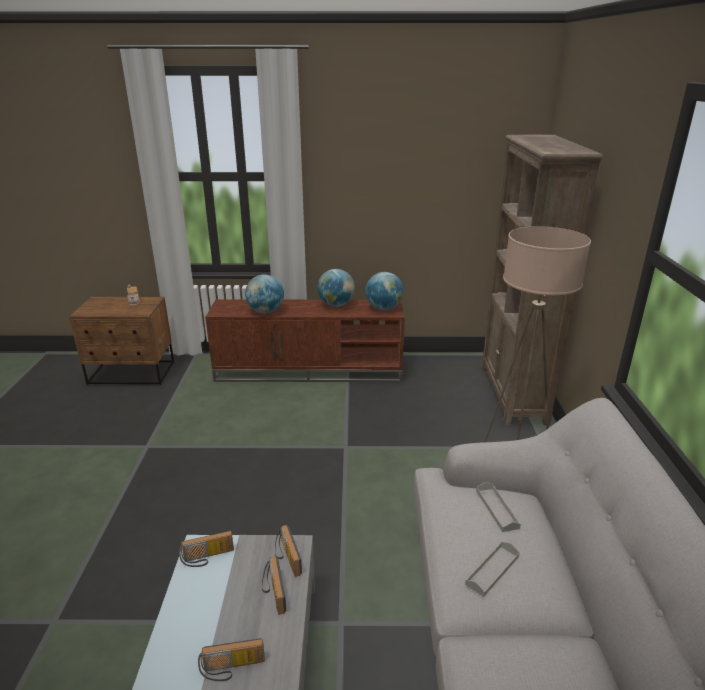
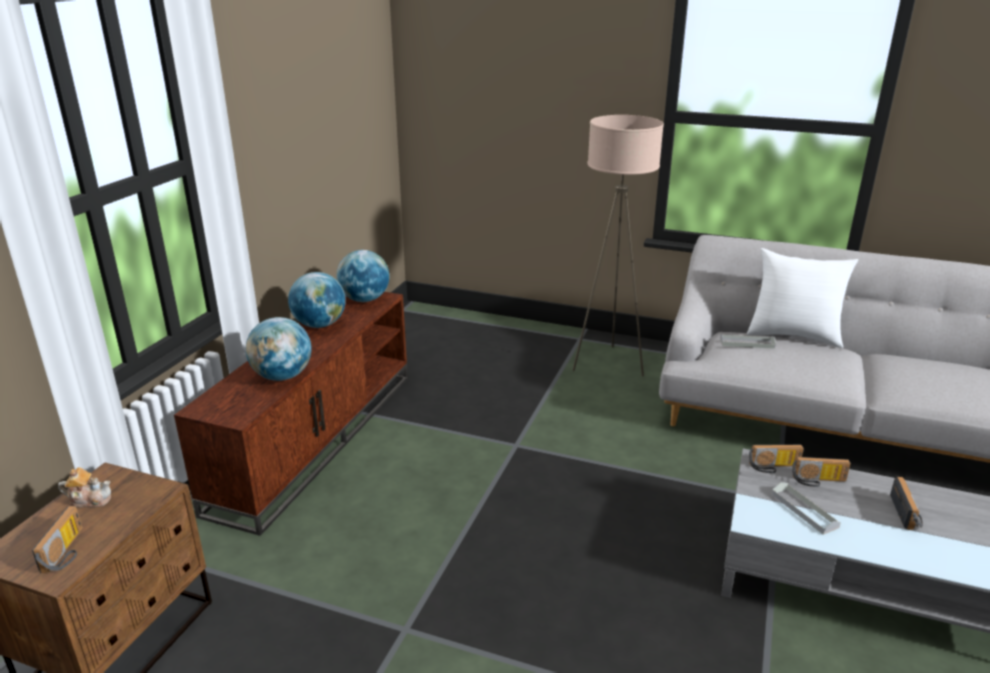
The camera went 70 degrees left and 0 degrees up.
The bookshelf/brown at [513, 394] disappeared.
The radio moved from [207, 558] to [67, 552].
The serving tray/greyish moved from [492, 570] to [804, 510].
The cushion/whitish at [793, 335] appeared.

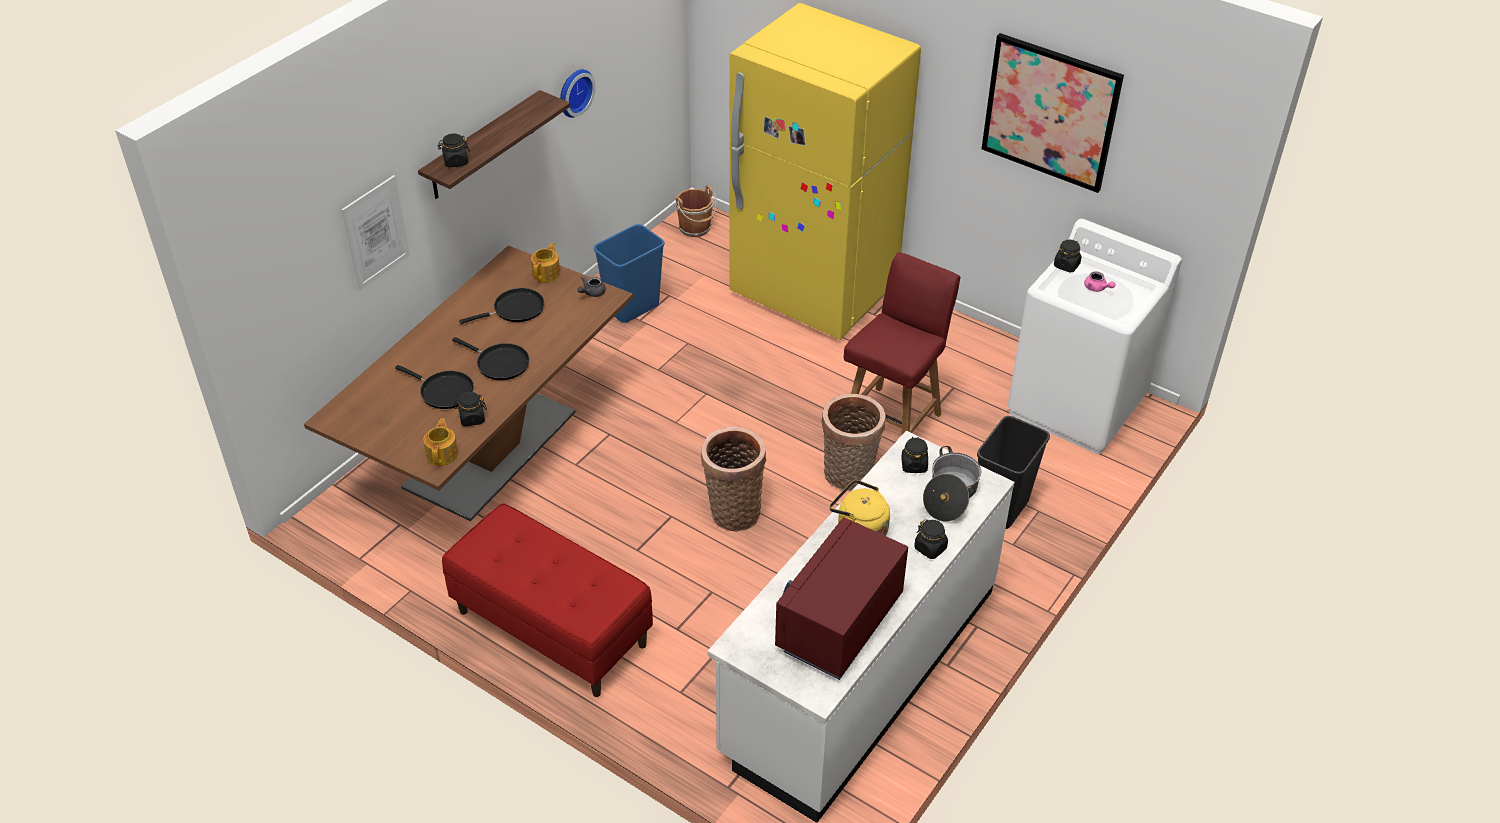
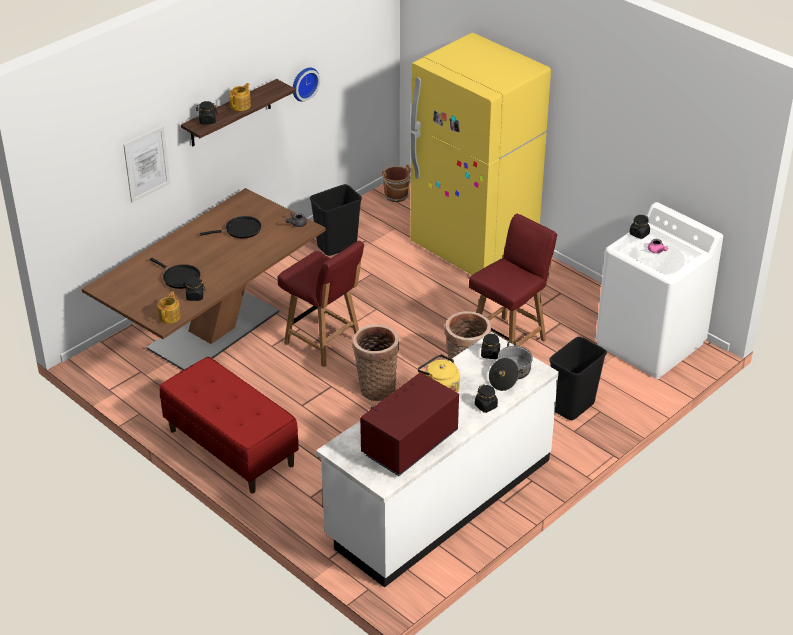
The camera went 10 degrees right and 5 degrees down.
The wall picture at [1050, 112] disappeared.
The rubbish bin/bluish at [632, 307] became the rubbish bin/blackish at [337, 246].
The teapot moved from [547, 273] to [241, 105].
The pan/blackish at [500, 363] disappeared.
The plain chair/reddish at [324, 343] appeared.

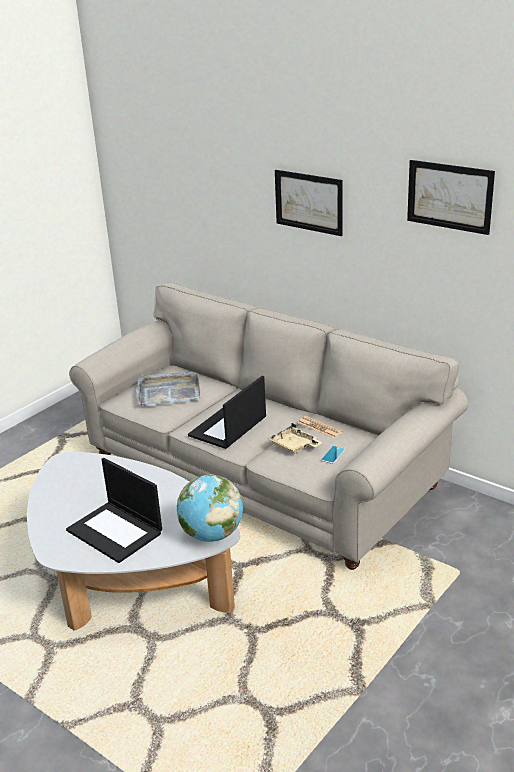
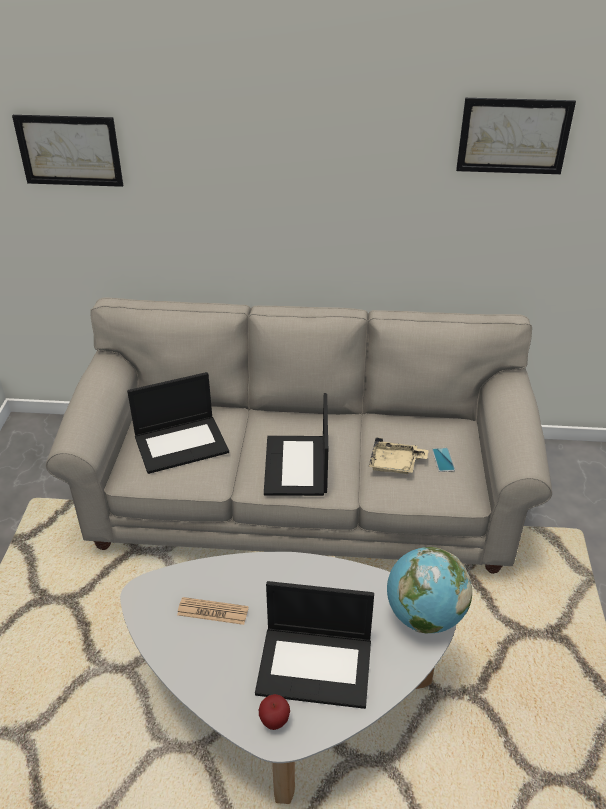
The camera went 35 degrees left and 10 degrees up.
The wall picture moved from [308, 202] to [69, 150].
The serving tray/greyish at [168, 392] was replaced by the notebook computer at [182, 443].
The newspaper moved from [319, 427] to [213, 611].
The whole apple at [274, 722] appeared.

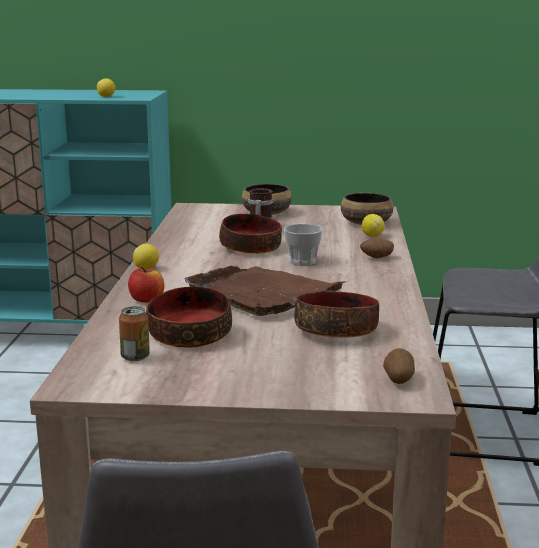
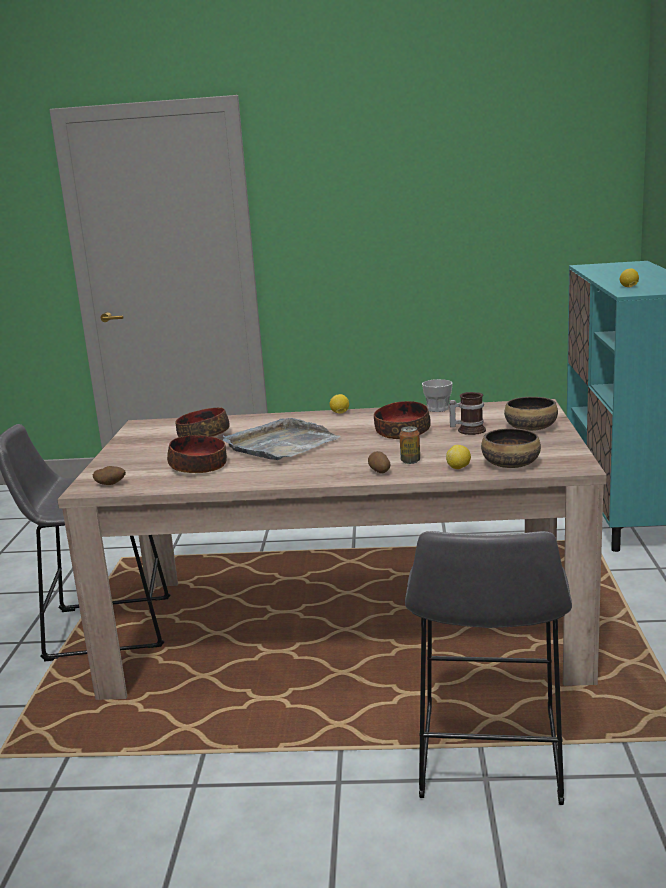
The camera went 90 degrees right and 0 degrees up.
The cup moved from [302, 261] to [438, 409].
The serving tray/brown at [262, 293] became the serving tray/greyish at [281, 445].
The whole apple at [147, 300] disappeared.
The sealed can moved from [135, 357] to [410, 461].

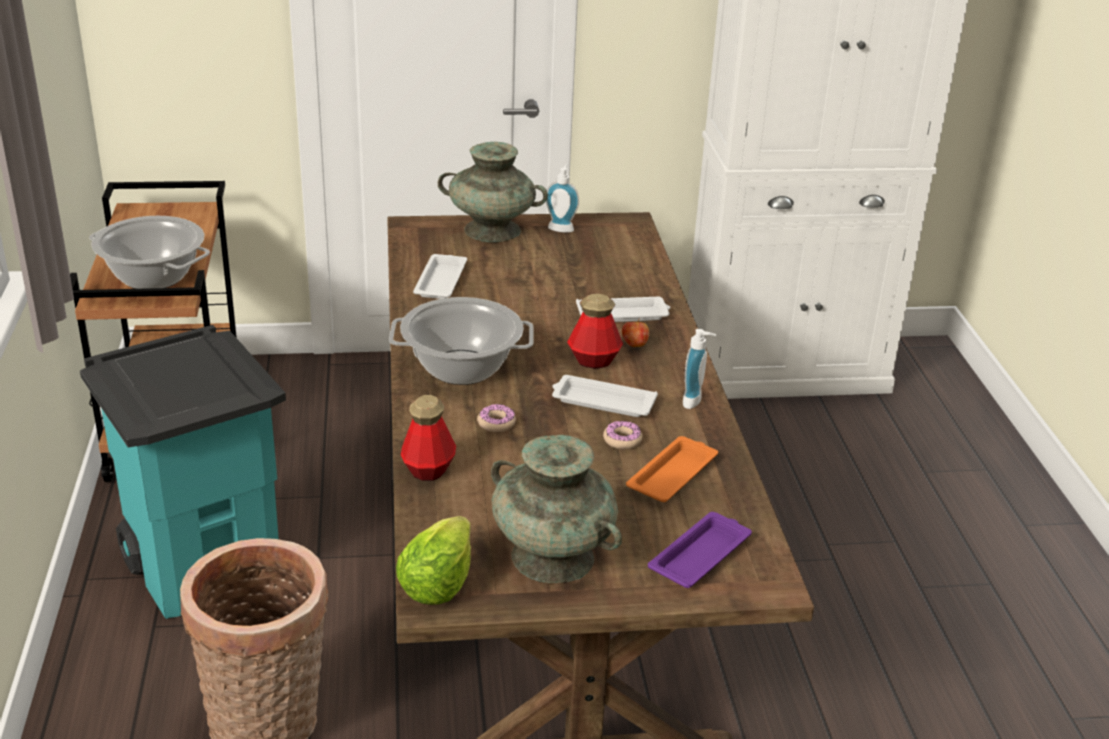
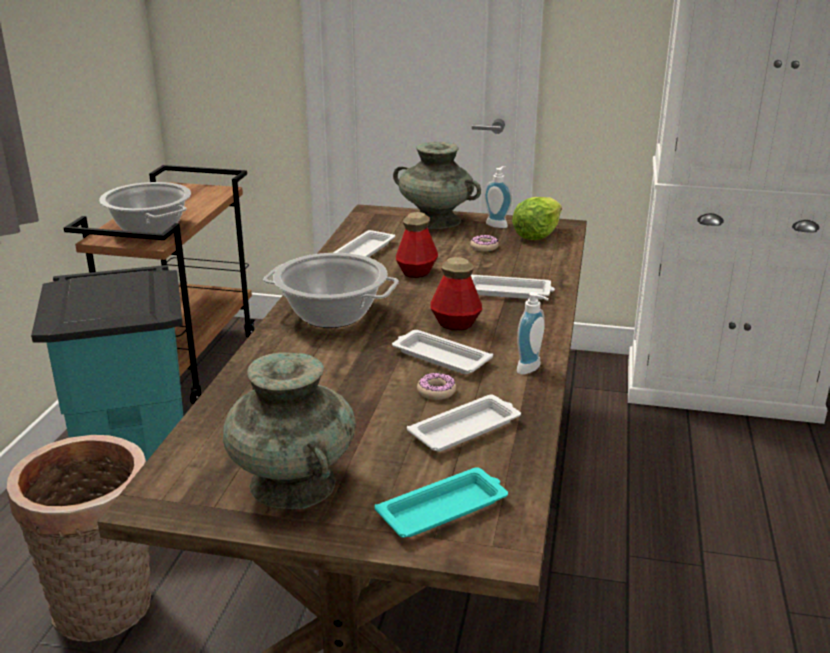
The camera went 20 degrees right and 5 degrees down.
The whole apple at [634, 345] disappeared.
The drink bottle moved from [428, 469] to [416, 272].
The doughnut moved from [496, 423] to [484, 247].
The serving tray/orange at [673, 474] became the serving tray/whitish at [466, 429].
The serving tray/purple-coloured at [701, 555] became the serving tray/turquoise at [444, 509].
The head of lettuce moved from [437, 584] to [536, 235].

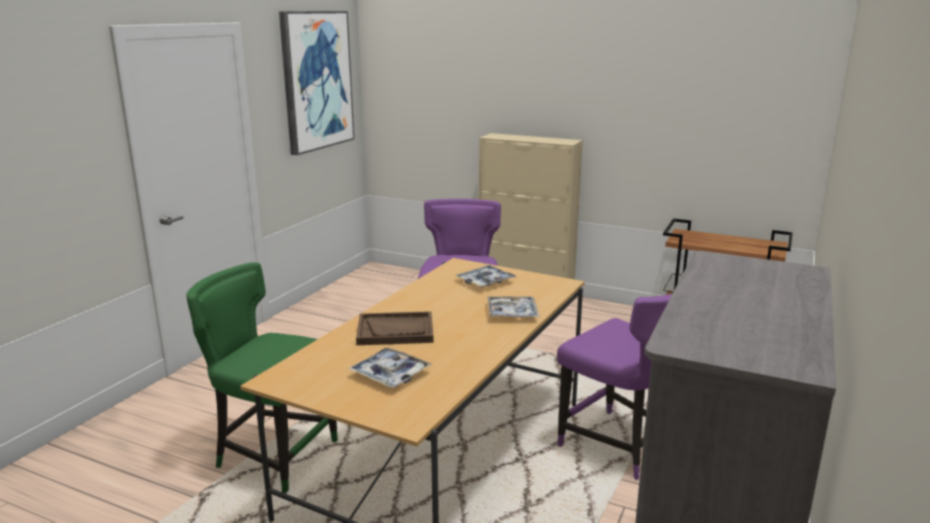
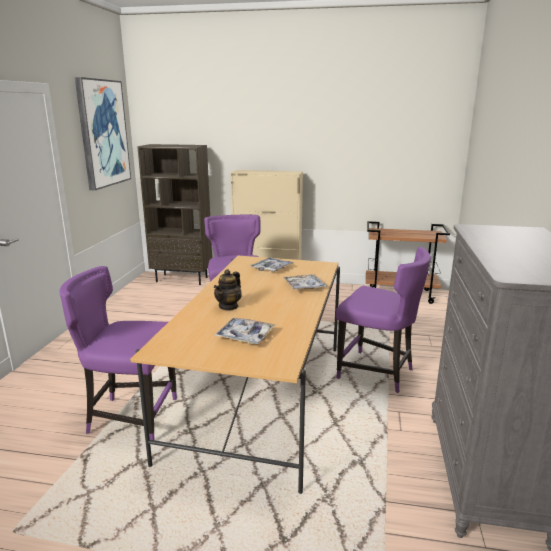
The camera went 15 degrees left and 0 degrees up.
The plain chair/green at [274, 456] became the plain chair/purple-coloured at [131, 417].
The serving tray/brown at [395, 331] was replaced by the teapot at [228, 306].
The bookshelf/brown at [182, 279] appeared.

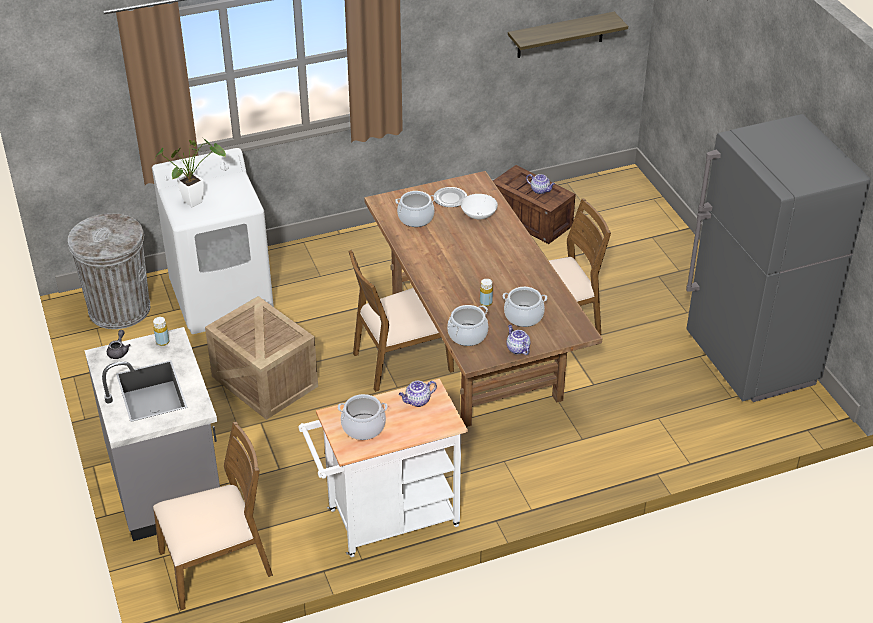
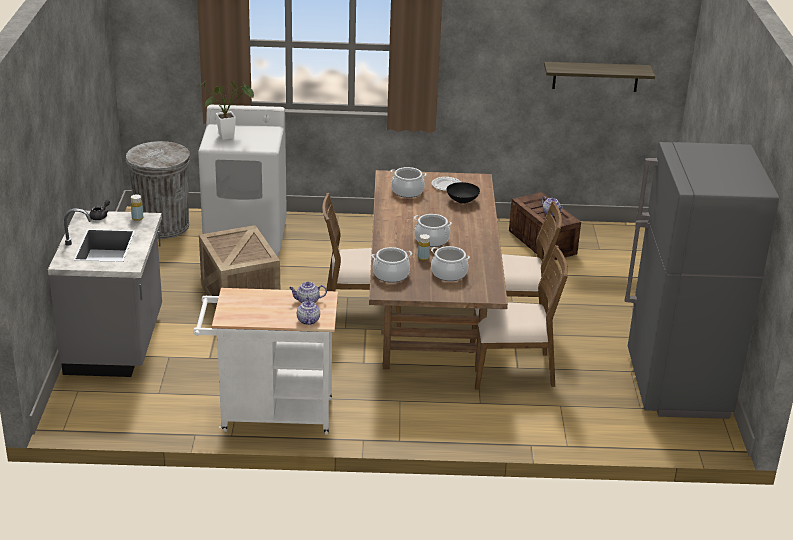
The camera went 20 degrees right and 10 degrees down.
The deep dish/whitish at [479, 216] became the deep dish/blackish at [462, 201].
The teapot moved from [517, 349] to [308, 320].
The saucepot moved from [363, 427] to [431, 240].
The plain chair/brown moved from [217, 564] to [512, 369].

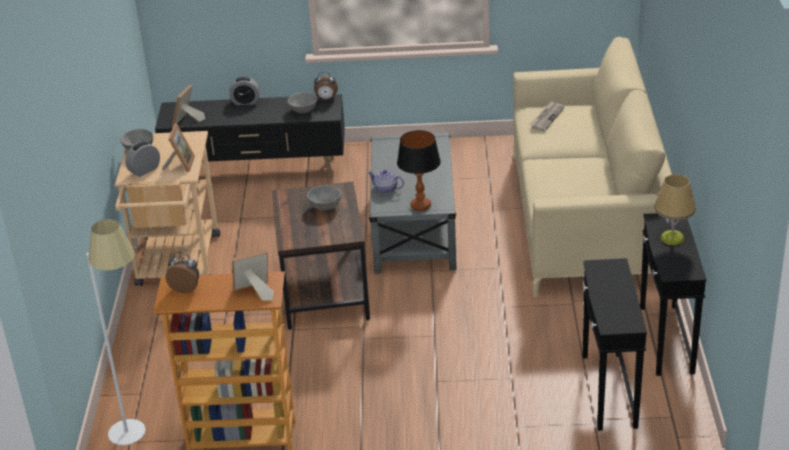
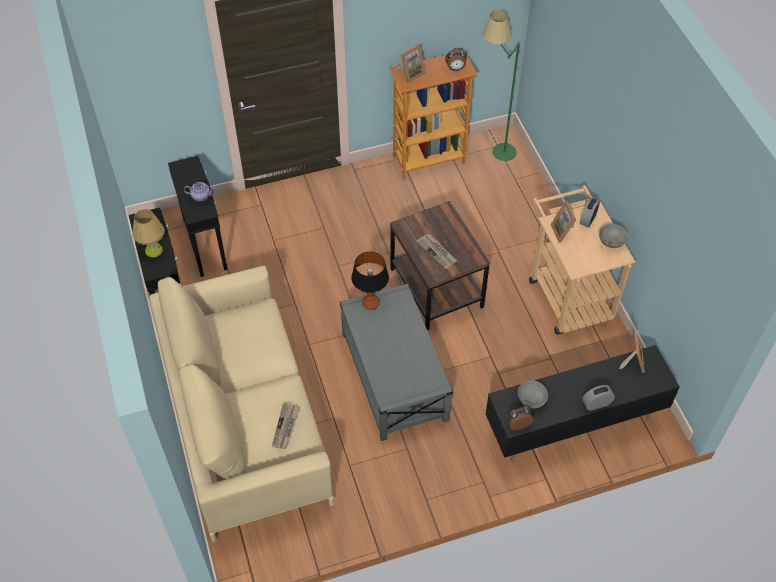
The camera went 160 degrees right and 20 degrees up.
The teapot moved from [386, 189] to [201, 196].
The deep dish/greyish at [325, 206] was replaced by the newspaper at [437, 252].
The standard lamp/whitish at [140, 438] became the standard lamp/green at [493, 150].

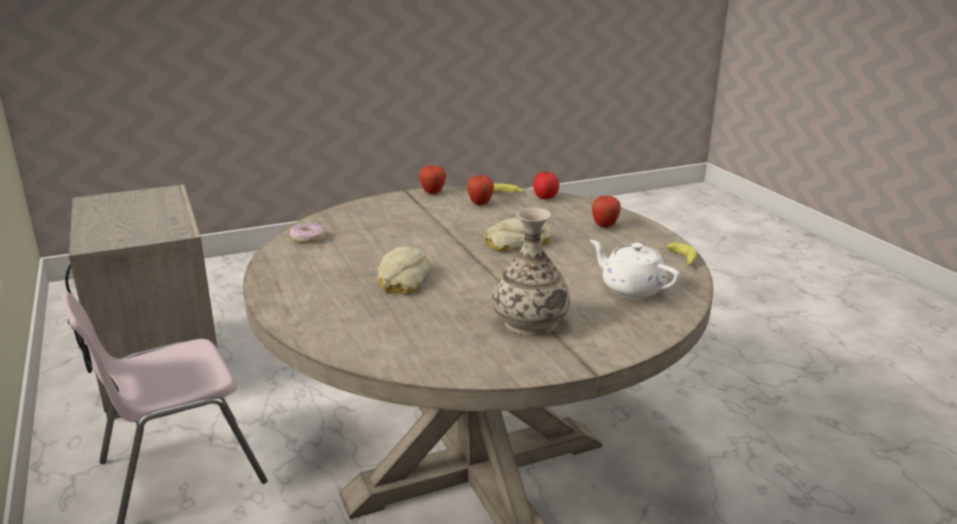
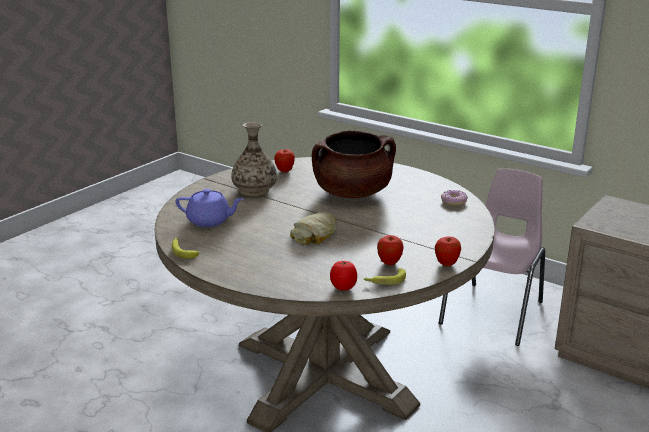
The camera went 150 degrees right and 0 degrees up.
The whole apple moved from [604, 226] to [284, 171].
The teapot/whitish at [631, 288] became the teapot/purple-coloured at [210, 221].
The baked bread at [401, 279] was replaced by the saucepot/brown at [352, 193].

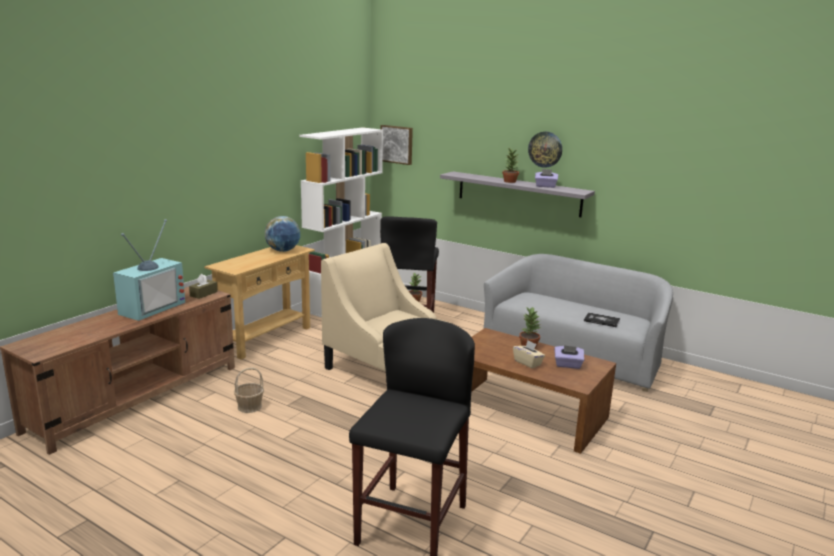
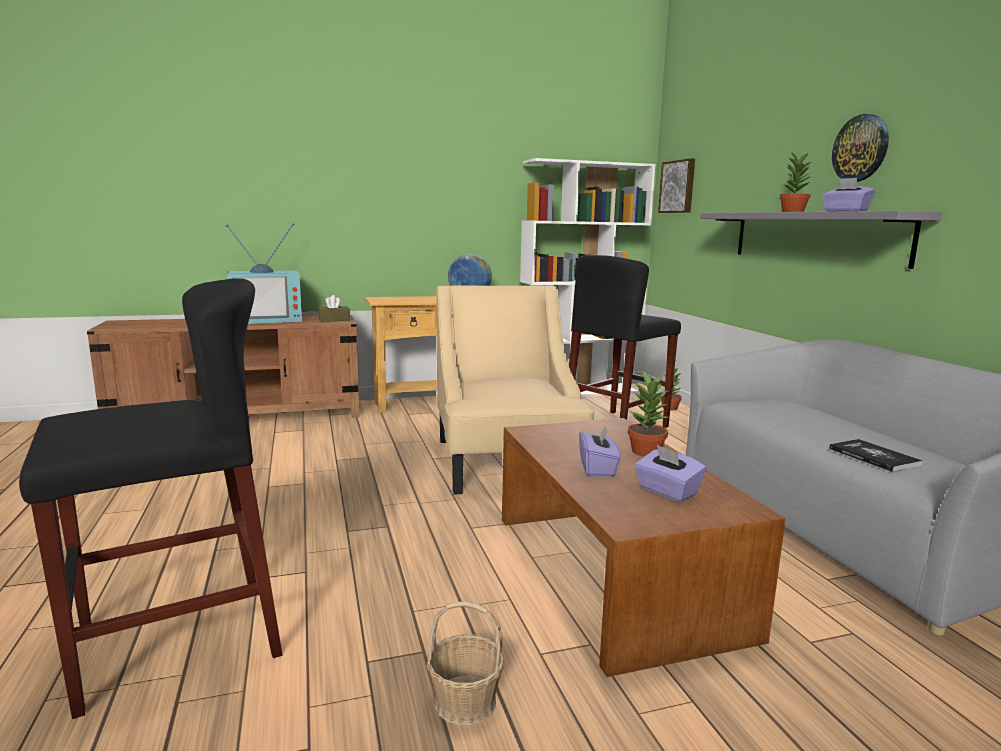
The camera went 40 degrees right and 5 degrees down.
The box of tissues/beige at [528, 363] became the box of tissues/purple-coloured at [598, 468].
The basket moved from [249, 407] to [465, 701].

